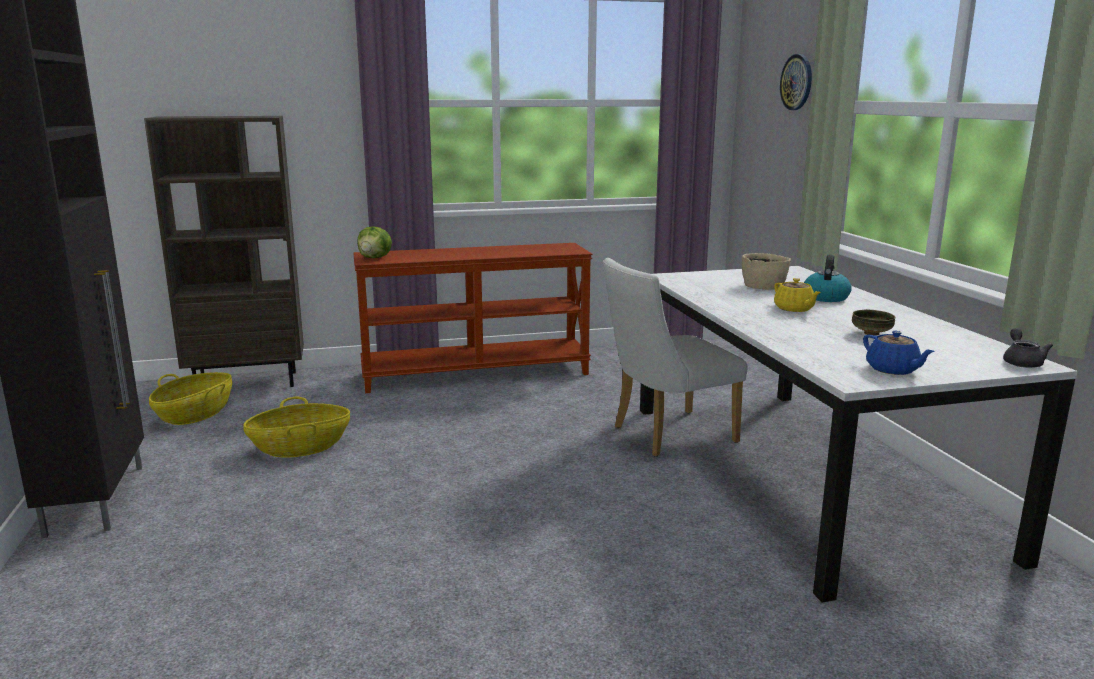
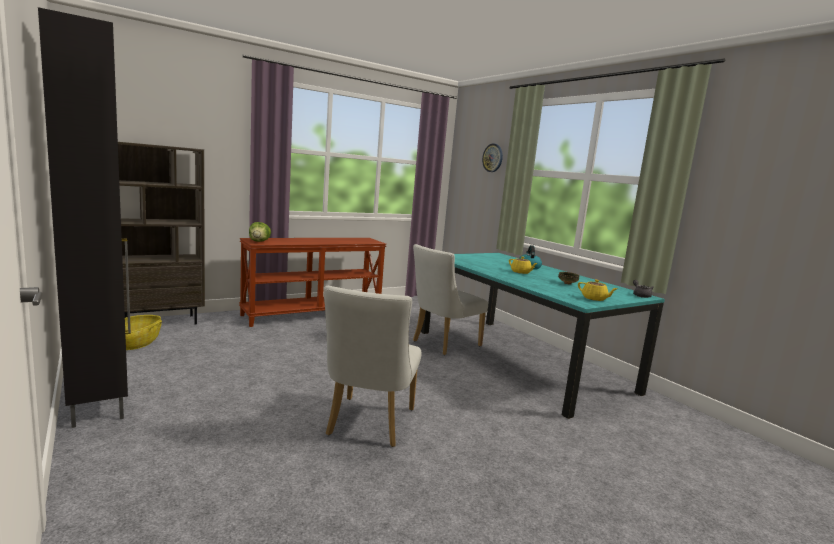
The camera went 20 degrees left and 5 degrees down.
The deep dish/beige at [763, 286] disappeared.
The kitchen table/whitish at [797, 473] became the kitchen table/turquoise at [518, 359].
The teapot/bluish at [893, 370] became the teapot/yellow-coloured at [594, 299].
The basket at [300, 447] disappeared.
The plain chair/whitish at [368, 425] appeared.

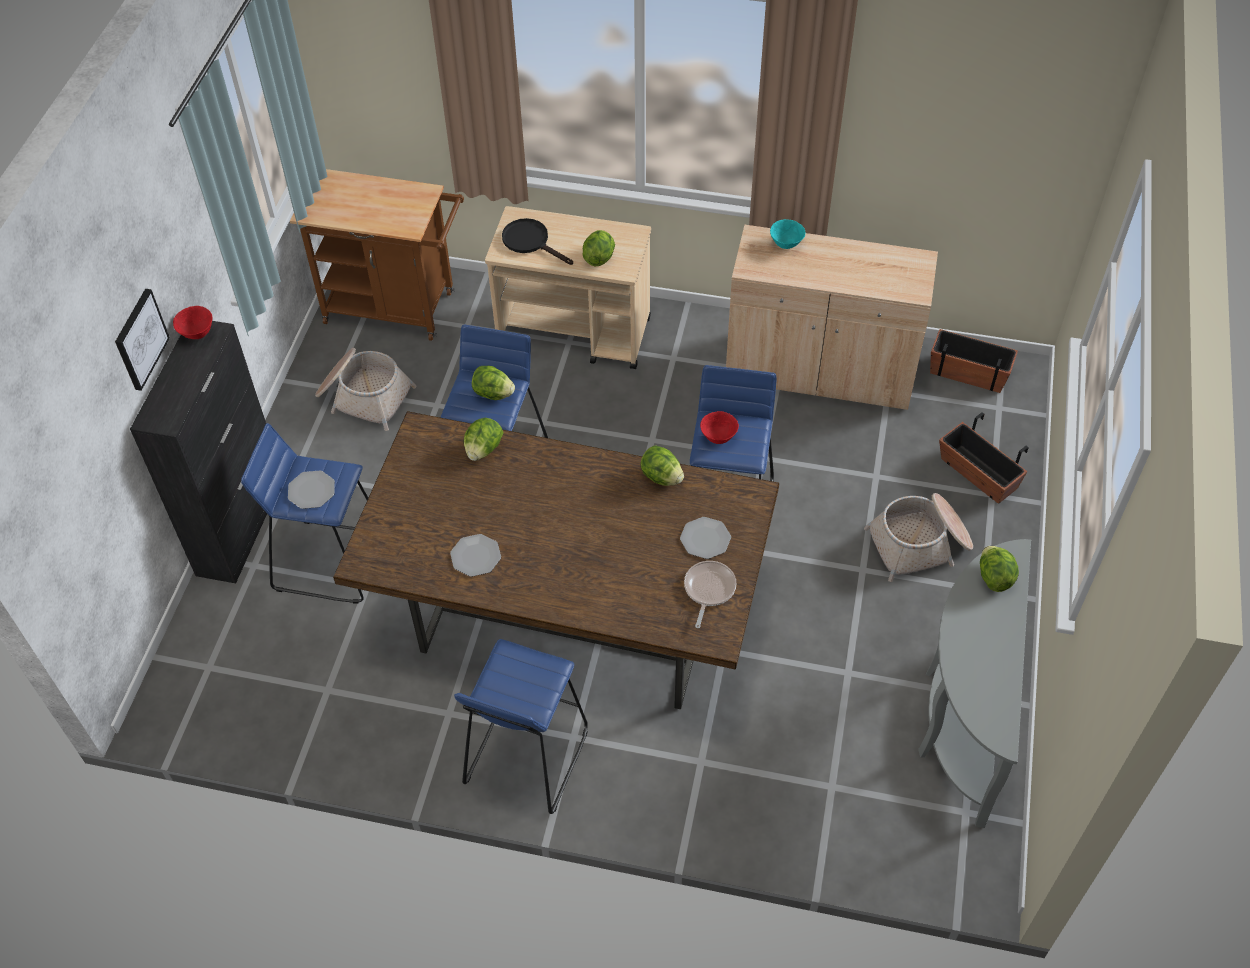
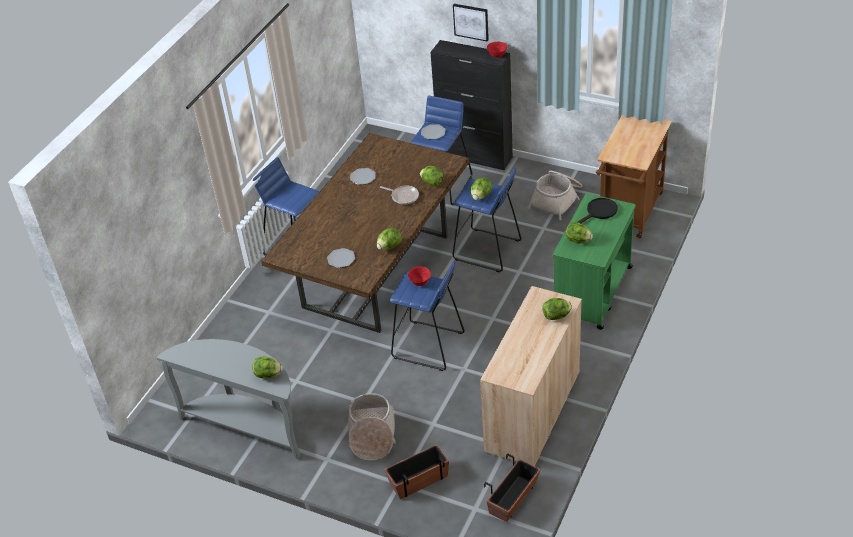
The camera went 105 degrees right and 10 degrees down.
The cart/beige at [575, 333] became the cart/green at [592, 292].
The deep dish/turquoise at [786, 244] was replaced by the head of lettuce at [557, 316].
The pan moved from [708, 590] to [403, 196].

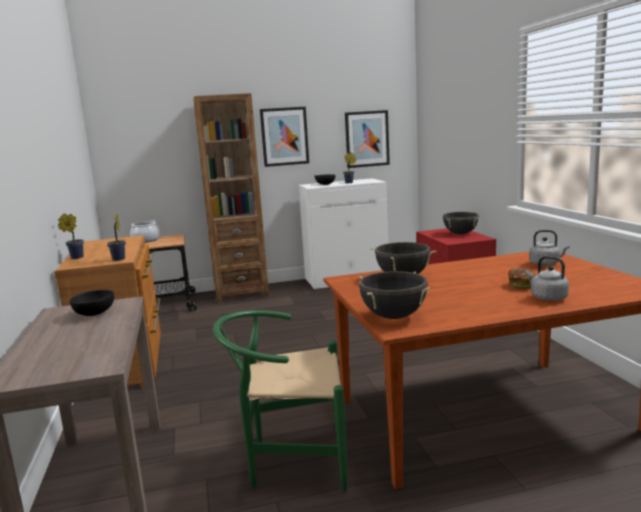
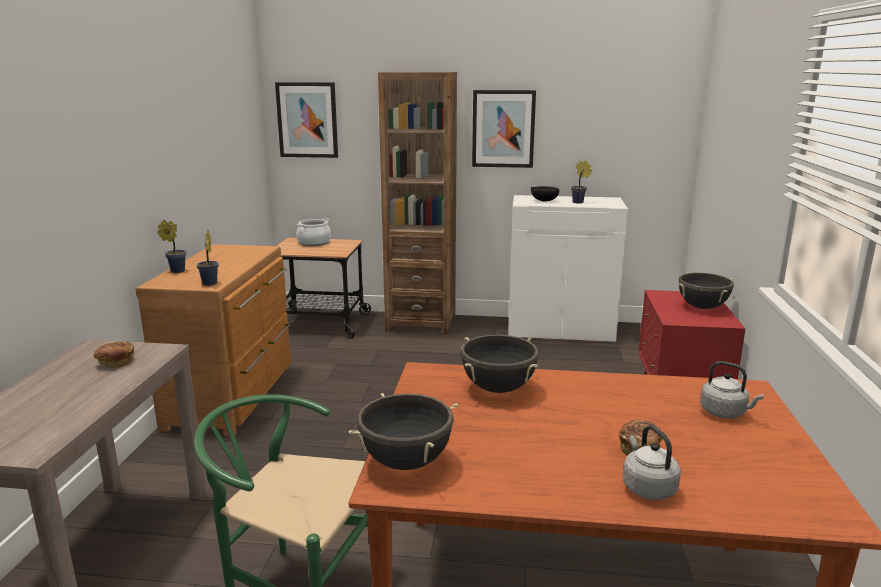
The camera went 20 degrees right and 5 degrees up.
The wall picture moved from [367, 139] to [307, 120].
The deep dish/blackish at [95, 314] was replaced by the baked bread at [116, 362].

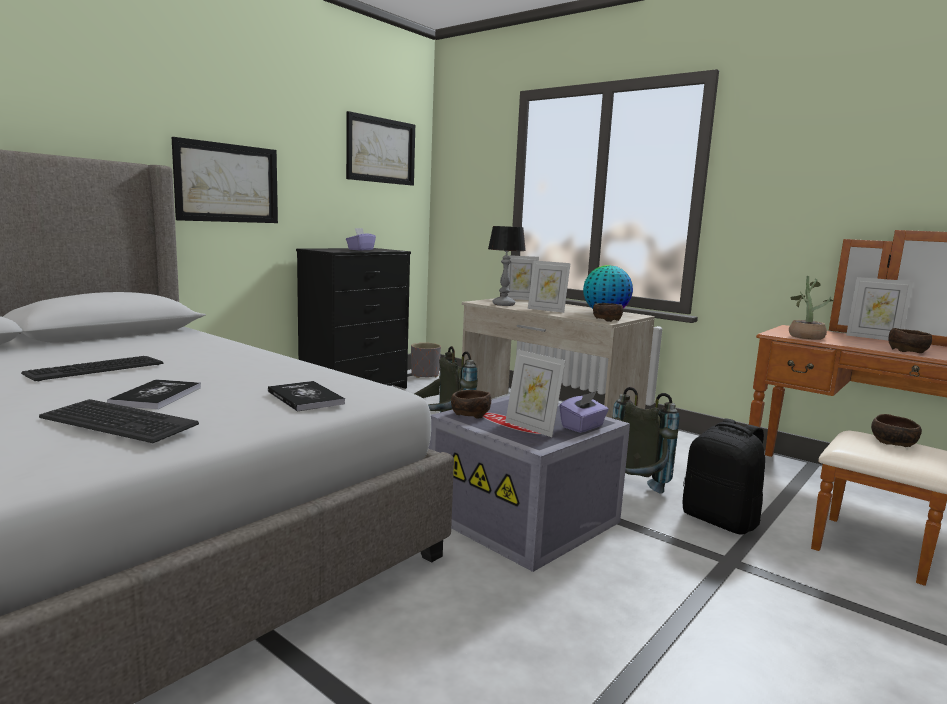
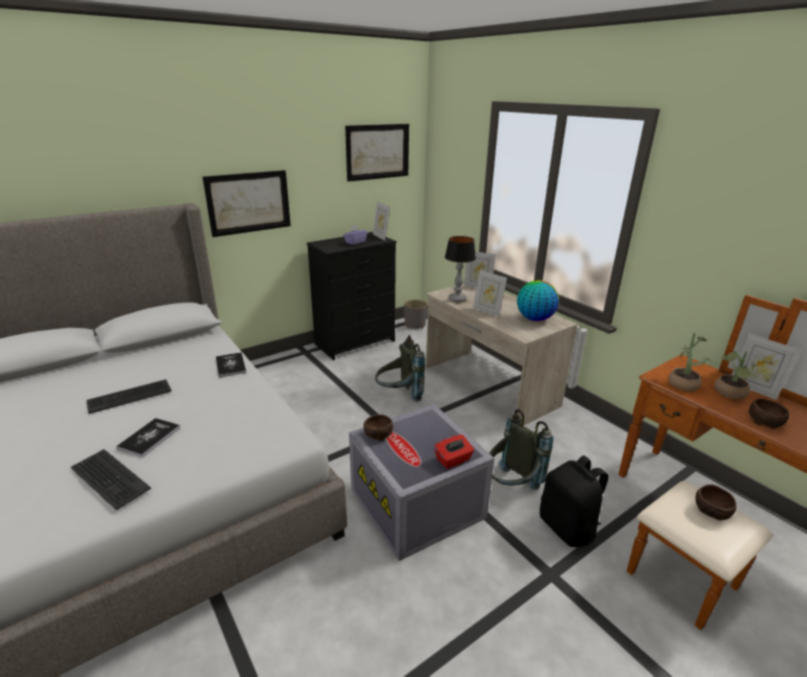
The camera went 15 degrees right and 15 degrees up.
The deep dish/brown at [606, 319] disappeared.
The picture frame moved from [531, 428] to [381, 237].
The book moved from [305, 398] to [230, 365].
The box of tissues/purple-coloured at [583, 427] became the box of tissues/reddish at [453, 460].
The plant in a pot at [729, 394] appeared.

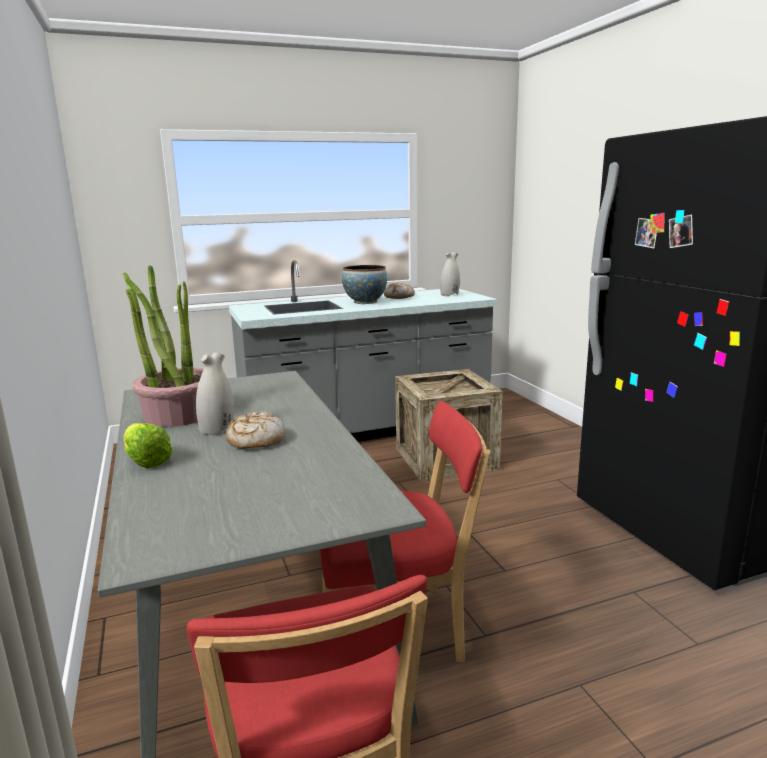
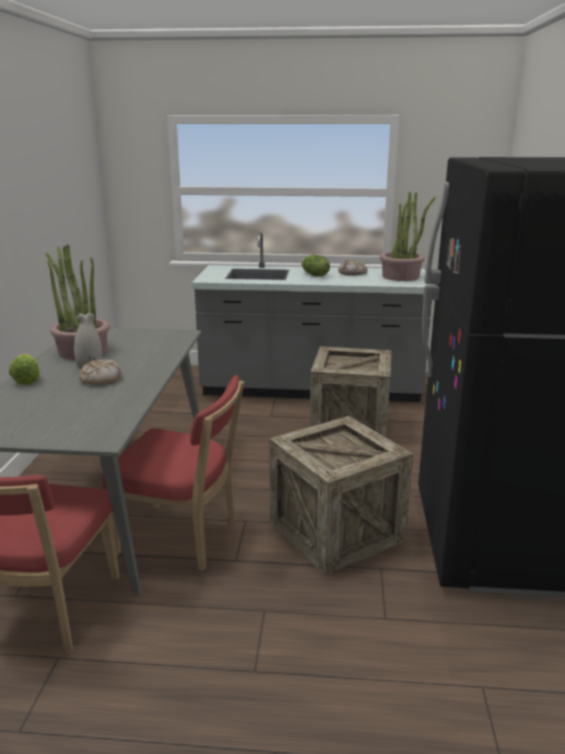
The camera went 25 degrees right and 5 degrees up.
The vase/whitish at [449, 295] was replaced by the plant in a pot at [401, 276].
The deep dish at [365, 302] was replaced by the head of lettuce at [314, 275].
The packing crate at [336, 531] appeared.

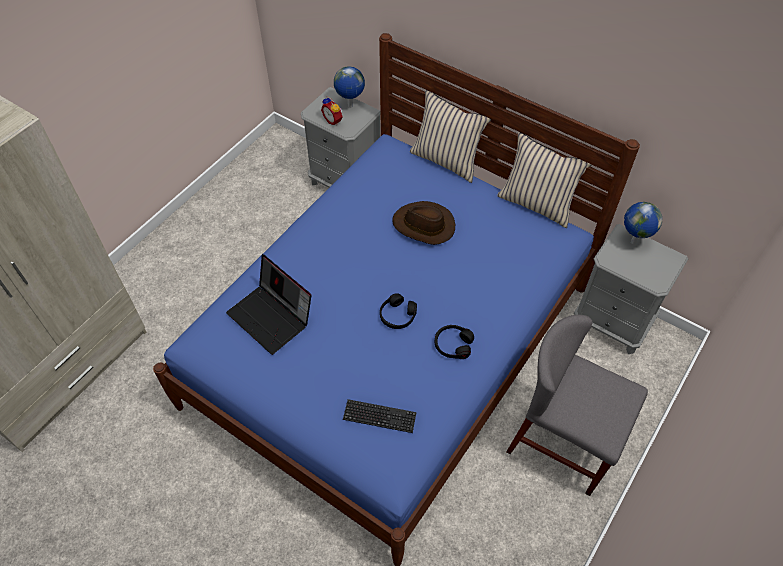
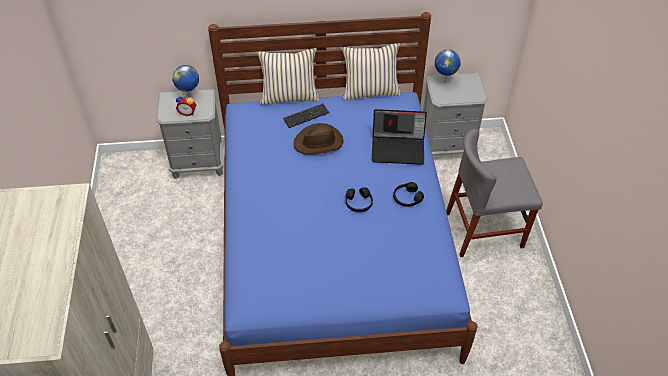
The camera went 40 degrees left and 5 degrees down.
The notebook computer moved from [272, 317] to [398, 148].
The computer keyboard moved from [379, 417] to [306, 116].

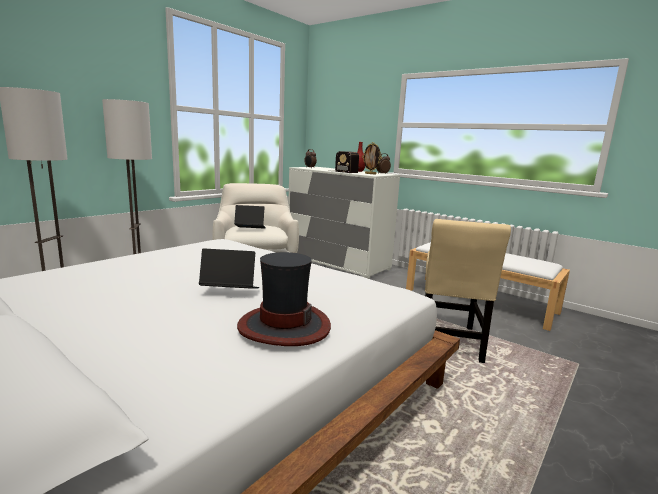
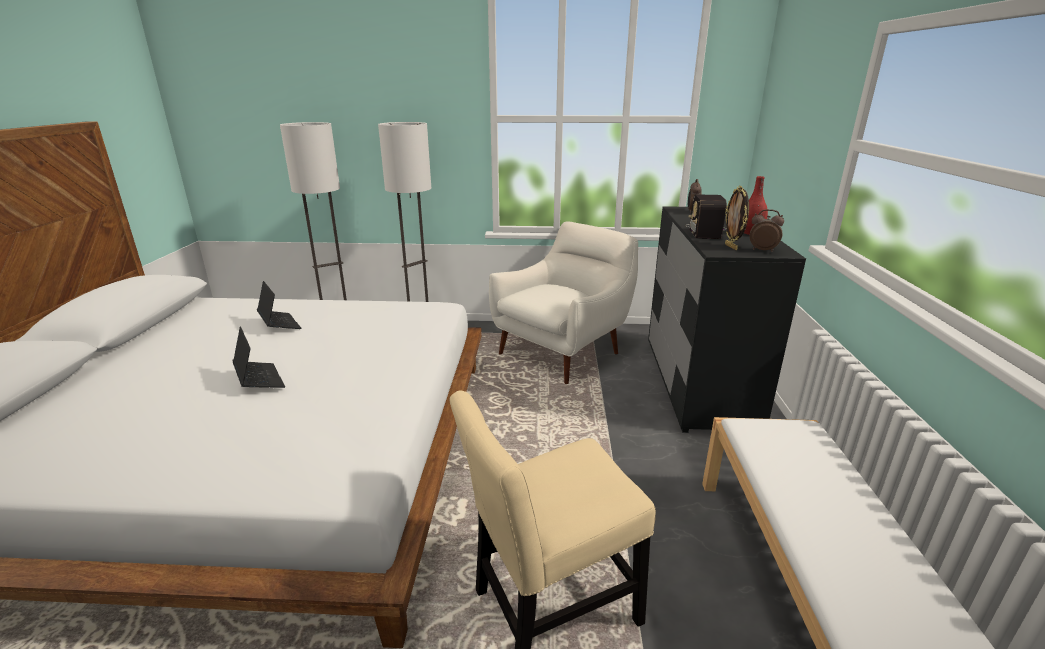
The camera went 55 degrees right and 10 degrees up.
The dresser/whitish at [337, 262] became the dresser/blackish at [698, 382].
The notebook computer moved from [250, 229] to [279, 324].
The hat at [284, 326] disappeared.

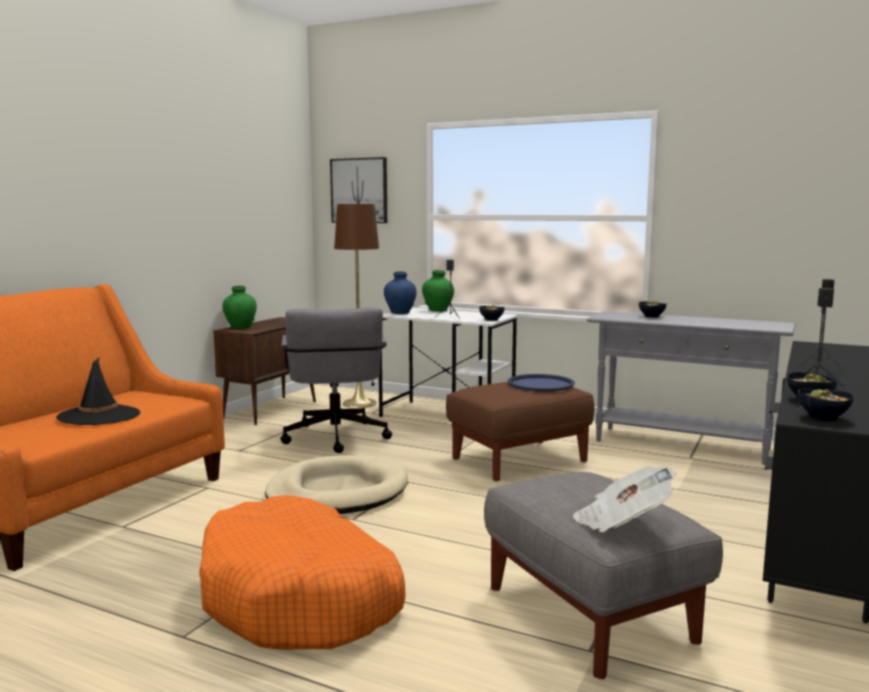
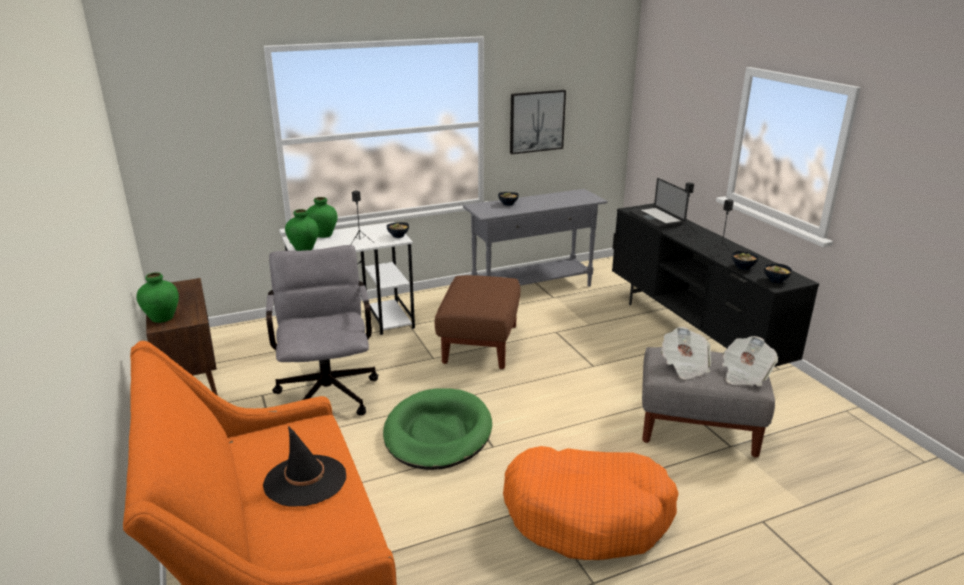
The camera went 50 degrees left and 15 degrees up.
The wall picture moved from [359, 190] to [536, 121].
The standard lamp/brown at [359, 403] disappeared.
The vase/bluish at [400, 313] became the vase/green at [304, 249].
The computer chair/greyish at [336, 440] turned 135 degrees counterclockwise.
The serving tray/bluish at [540, 384] disappeared.
The dog bed/beige at [337, 492] became the dog bed/green at [437, 433].
The notebook computer at [656, 218] appeared.
The newspaper at [684, 366] appeared.

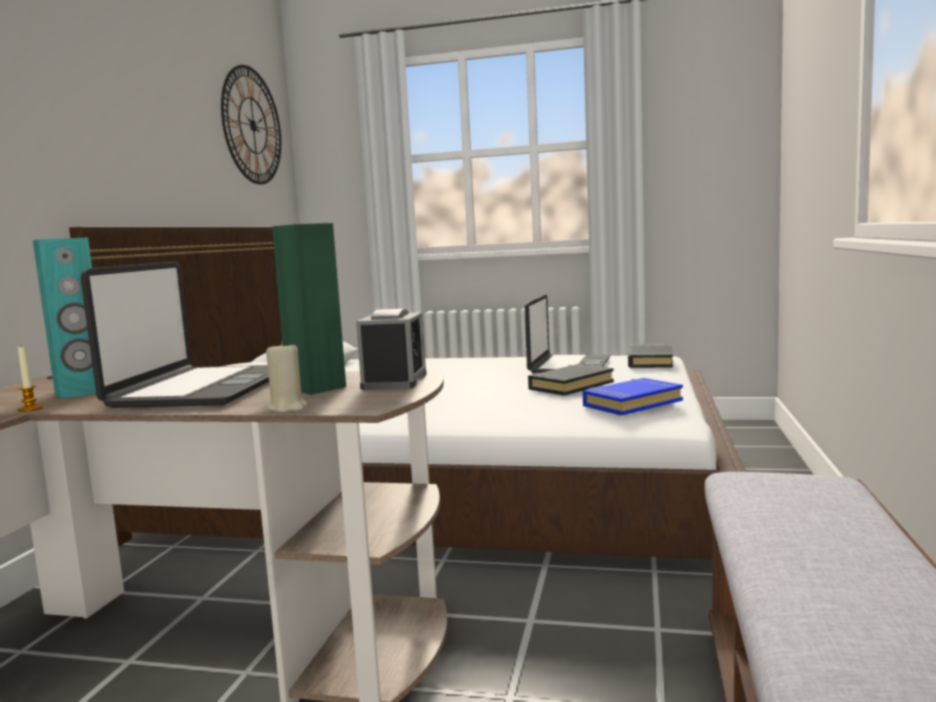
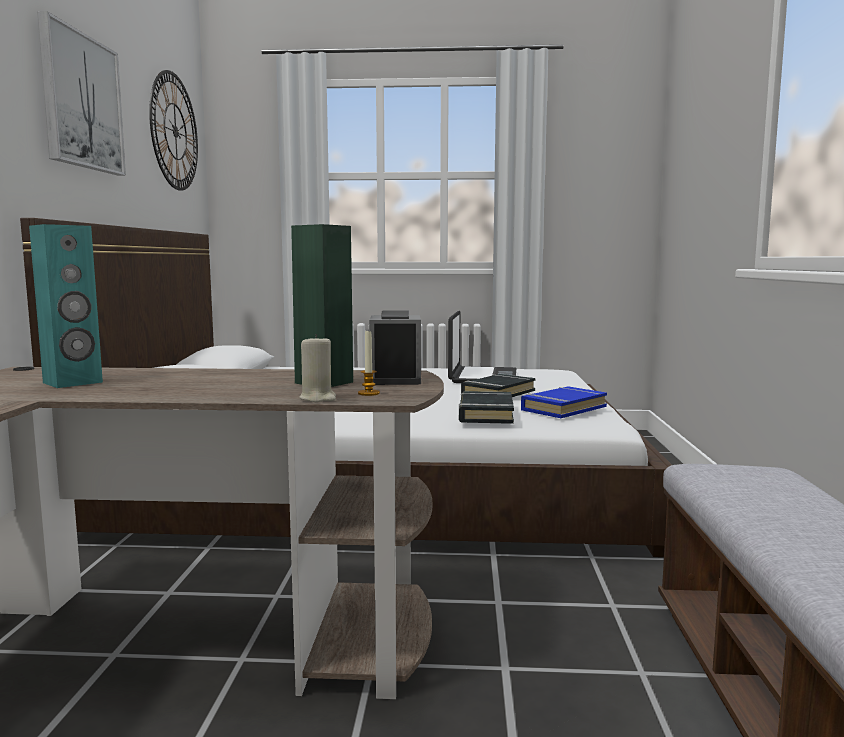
The camera went 10 degrees left and 0 degrees up.
The notebook computer at [201, 389] disappeared.
The book/blackish moved from [650, 362] to [485, 414].
The wax light moved from [30, 409] to [368, 393].
The wall picture at [81, 102] appeared.

